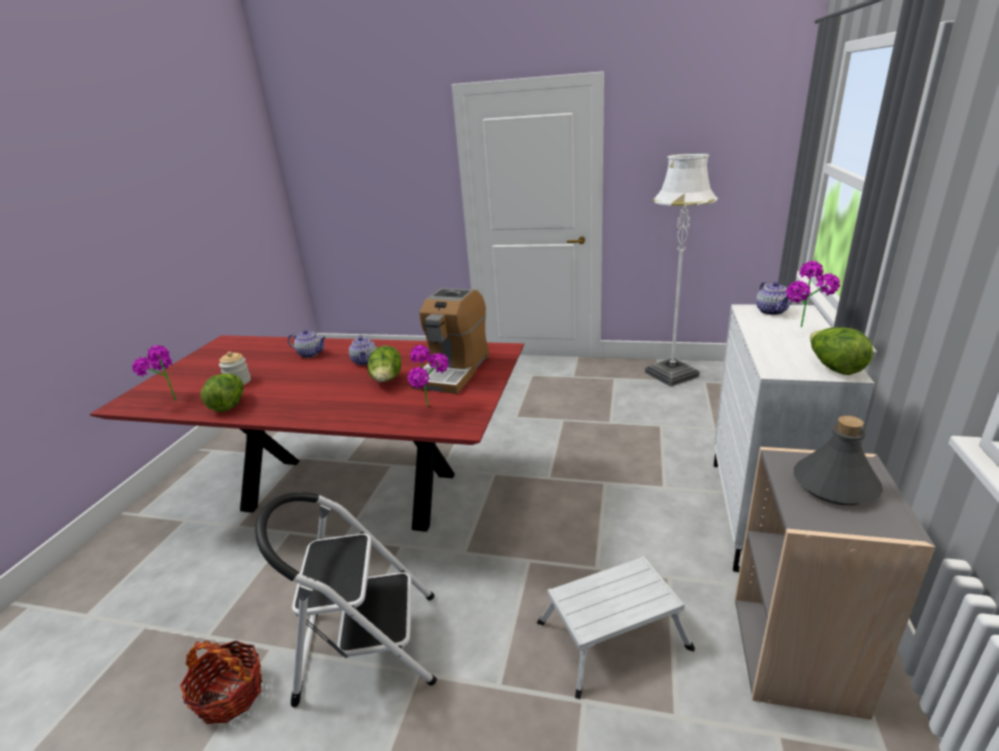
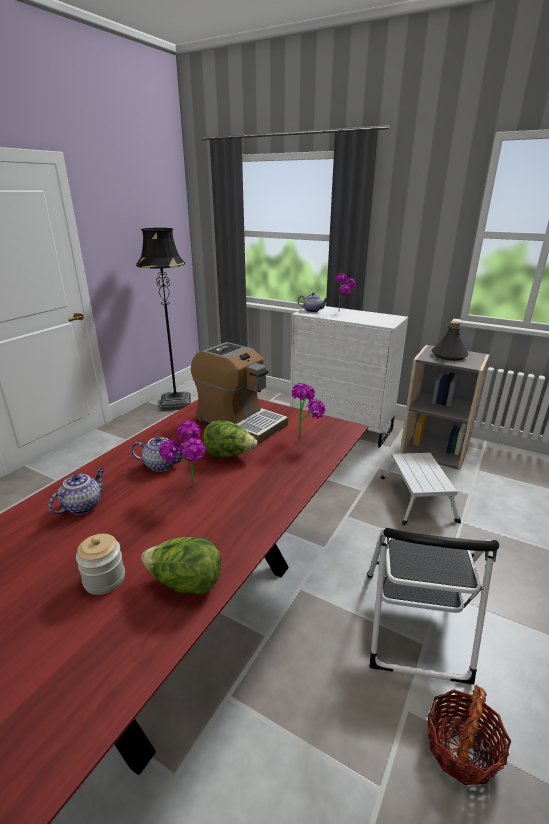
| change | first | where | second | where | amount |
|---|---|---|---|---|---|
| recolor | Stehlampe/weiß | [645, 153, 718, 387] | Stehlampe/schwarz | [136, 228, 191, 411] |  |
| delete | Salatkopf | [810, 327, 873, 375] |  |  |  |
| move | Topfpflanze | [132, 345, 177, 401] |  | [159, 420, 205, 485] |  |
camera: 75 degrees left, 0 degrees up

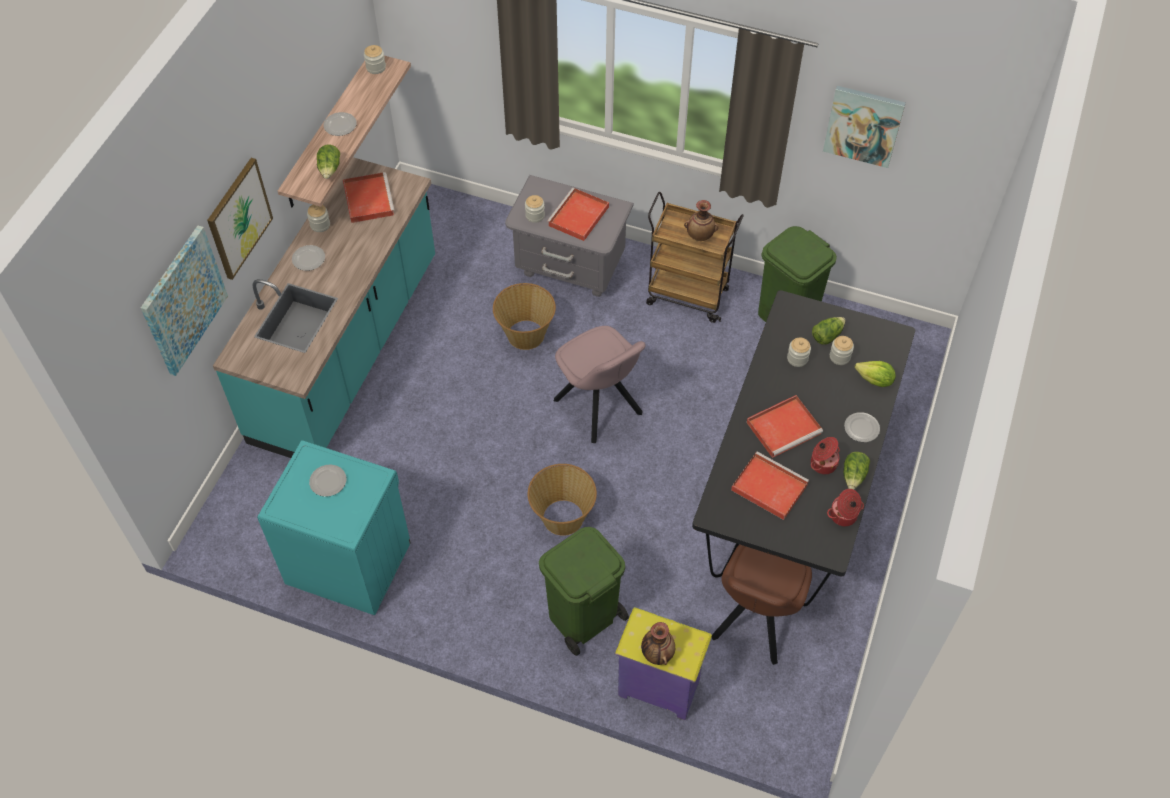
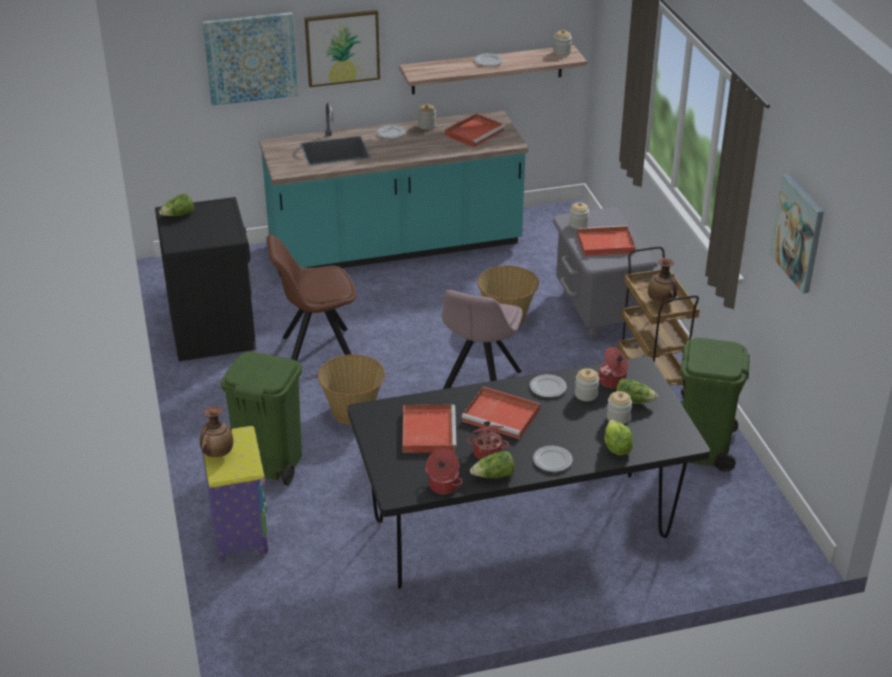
| change | first | where | second | where | amount |
|---|---|---|---|---|---|
| move | Salatkopf | [317, 145, 340, 179] |  | [159, 194, 194, 216] |  |
| recolor | Waschmaschine/türkis | [257, 440, 411, 615] | Waschmaschine/schwarz | [155, 197, 256, 361] |  |
| move | Teller | [309, 464, 346, 497] |  | [530, 374, 567, 397] |  |
| move | Stuhl/braun | [712, 544, 812, 665] |  | [266, 234, 356, 361] |  |
| insert |  |  | Kochtopf | [598, 347, 629, 388] |  |
camera: 55 degrees right, 20 degrees down

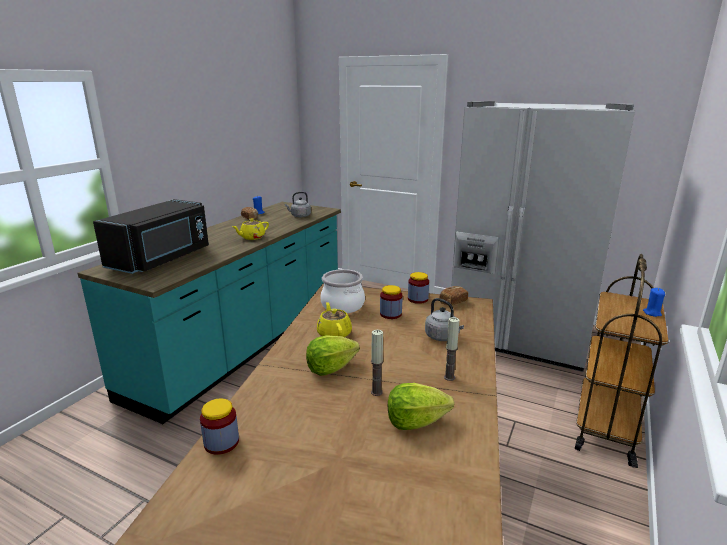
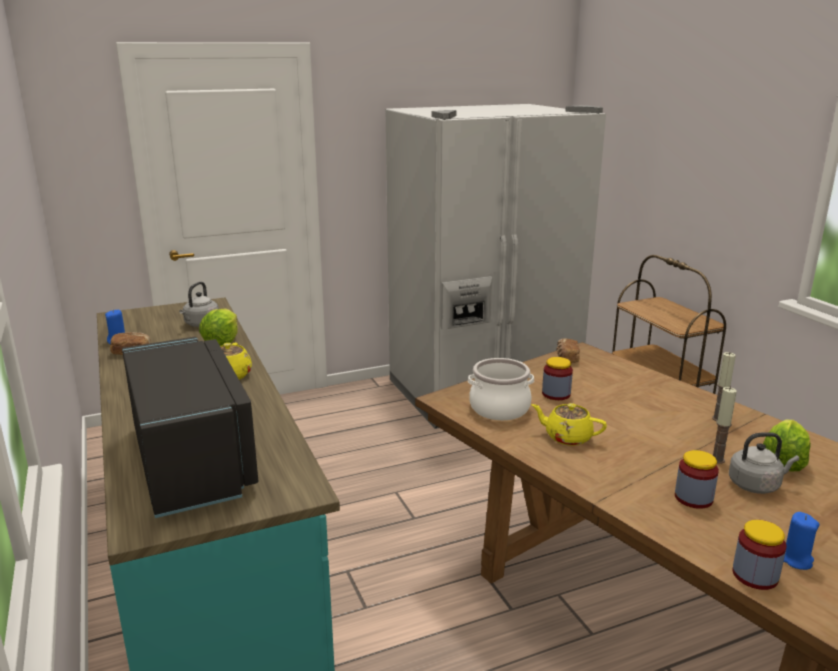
| change | first | where | second | where | amount |
|---|---|---|---|---|---|
| move | Vorratsglas | [408, 272, 429, 304] |  | [675, 450, 719, 509] |  |
| move | Kerze/blau | [643, 288, 665, 317] |  | [784, 512, 819, 570] |  |
| move | Wasserkessel/grau | [425, 298, 464, 341] |  | [729, 432, 799, 494] |  |
| move | Salatkopf | [306, 335, 360, 376] |  | [199, 308, 238, 346] |  |
camera: 50 degrees left, 0 degrees up

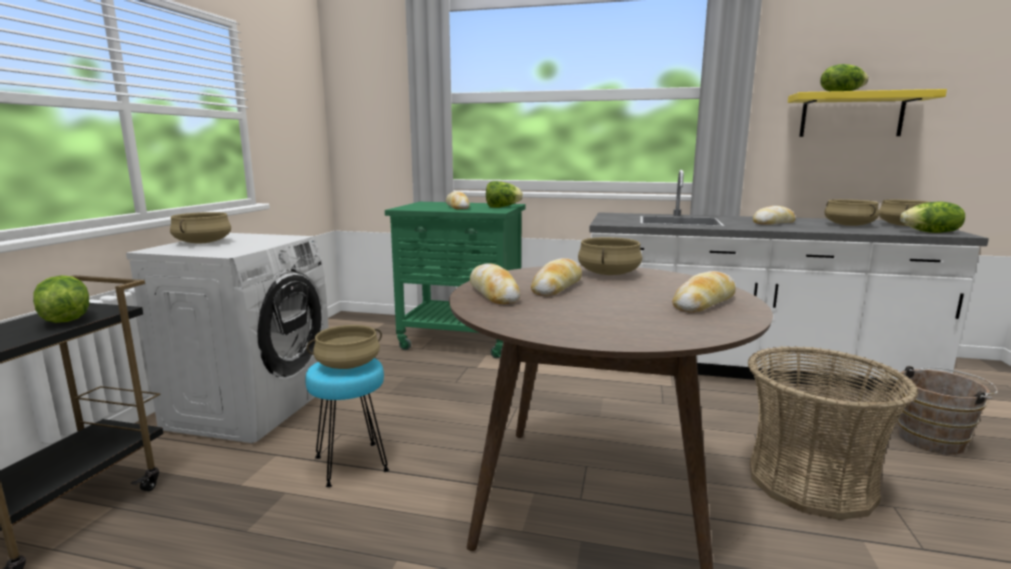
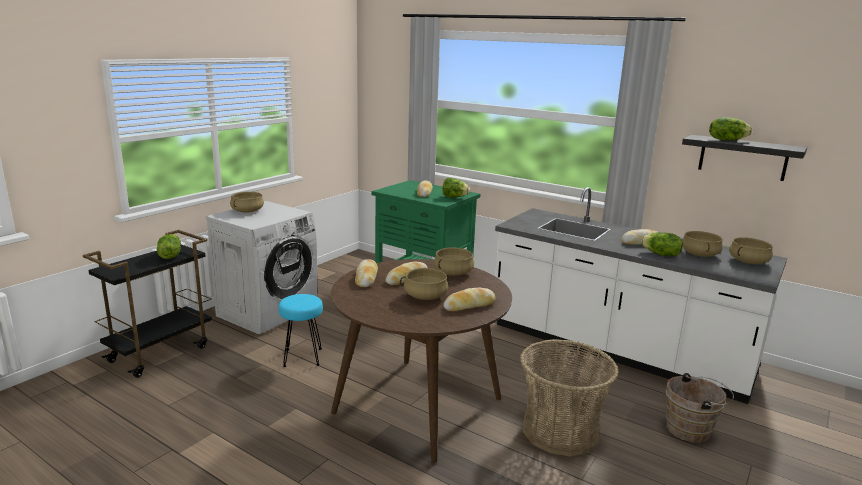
| change | first | where | second | where | amount |
|---|---|---|---|---|---|
| recolor | Wandregal/gelb | [788, 89, 947, 137] | Wandregal/schwarz | [682, 135, 807, 181] |  |
| move | Salatkopf | [900, 202, 965, 233] |  | [641, 232, 683, 256] |  |
| move | Kochtopf/beige | [307, 325, 382, 369] |  | [400, 268, 451, 300] |  |
camera: 20 degrees right, 5 degrees up

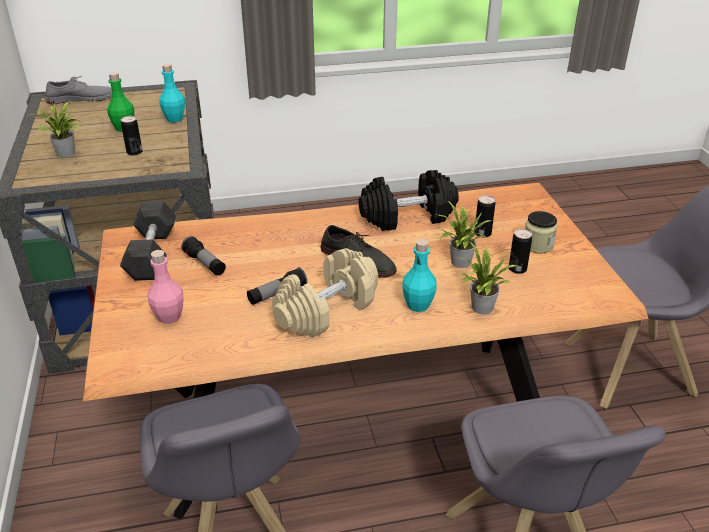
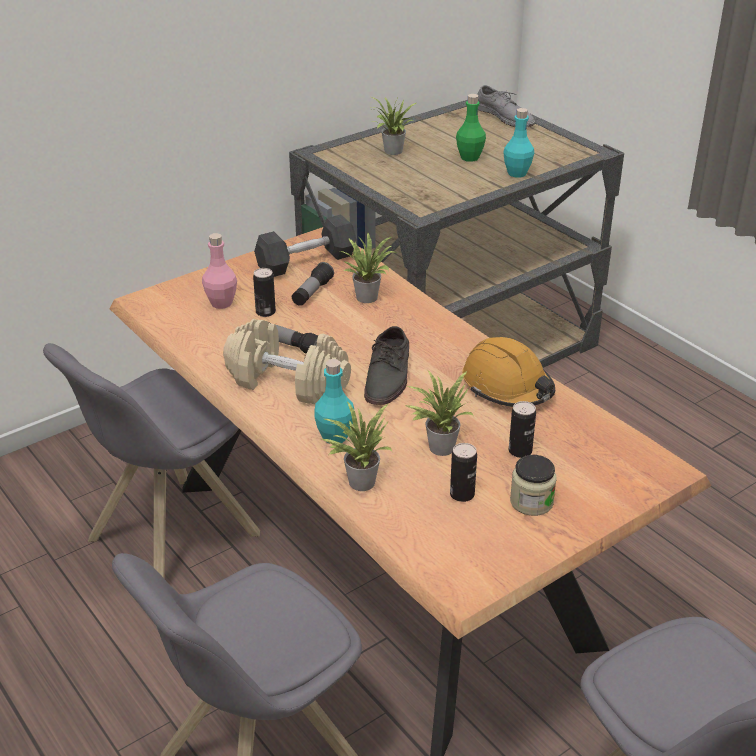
| change | first | where | second | where | amount |
|---|---|---|---|---|---|
| move | Dose | [121, 116, 143, 155] |  | [253, 268, 276, 317] |  |
| replace | Hantel/schwarz | [359, 170, 459, 231] | Schutzhelm/orange | [462, 337, 555, 407] |  |
| insert |  |  | Topfpflanze | [340, 232, 398, 303] |  |
camera: 65 degrees right, 0 degrees up

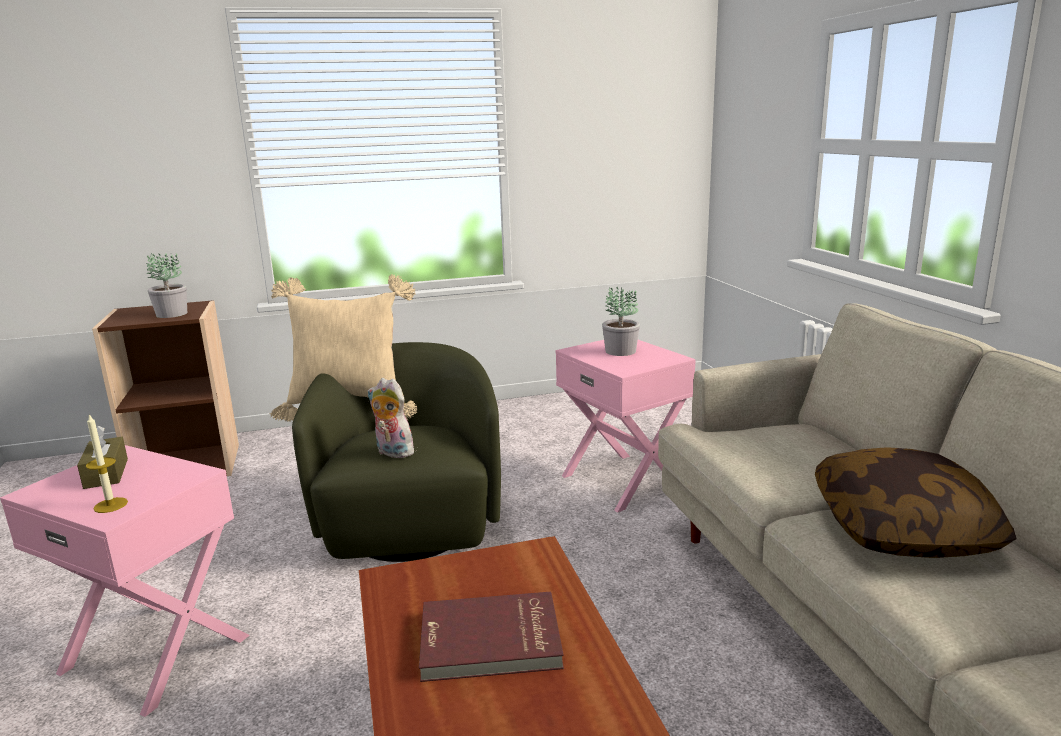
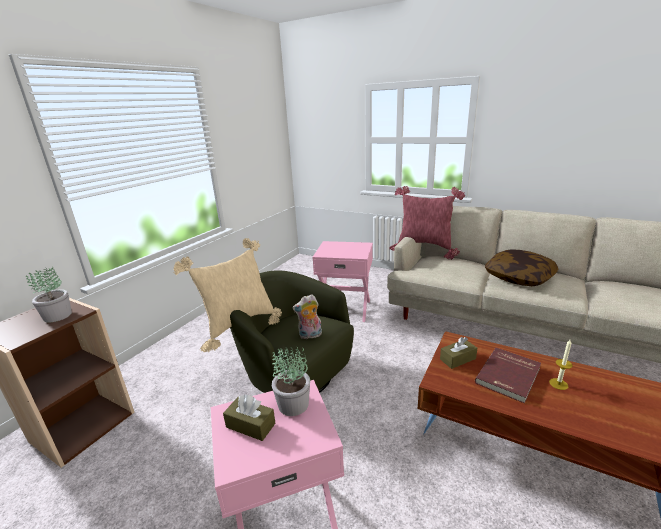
| change | first | where | second | where | amount |
|---|---|---|---|---|---|
| move | Topfpflanze | [602, 287, 640, 356] |  | [272, 347, 310, 416] |  |
| move | Kerze | [86, 414, 128, 513] |  | [549, 340, 572, 390] |  |
| insert |  |  | Kissen/rot | [389, 186, 465, 259] |  |
| insert |  |  | Taschentuchbox/braun | [440, 337, 477, 369] |  |
camera: 45 degrees left, 5 degrees up

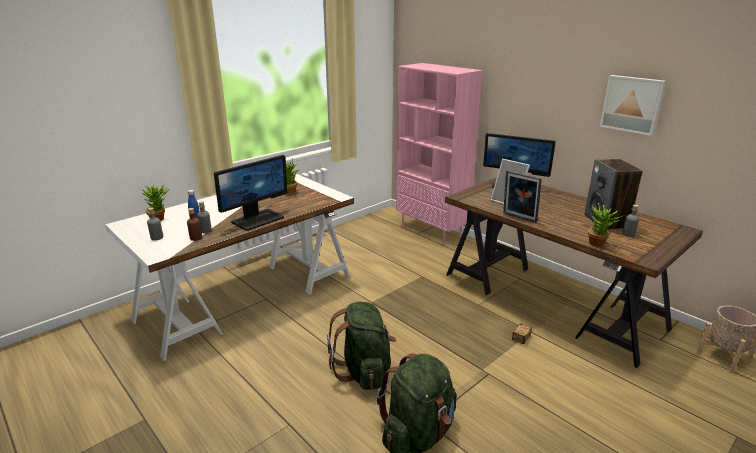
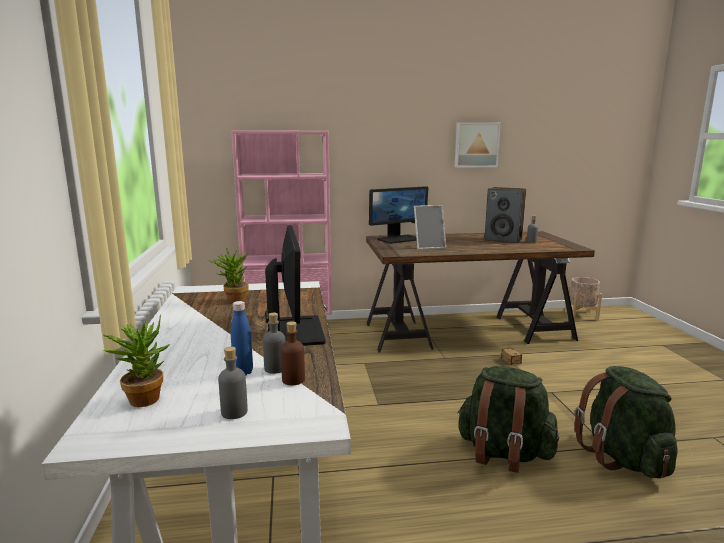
| change | first | where | second | where | amount |
|---|---|---|---|---|---|
| delete | Bilderrahmen | [503, 170, 542, 223] |  |  |  |
| delete | Topfpflanze | [588, 203, 623, 247] |  |  |  |
camera: 55 degrees left, 10 degrees down

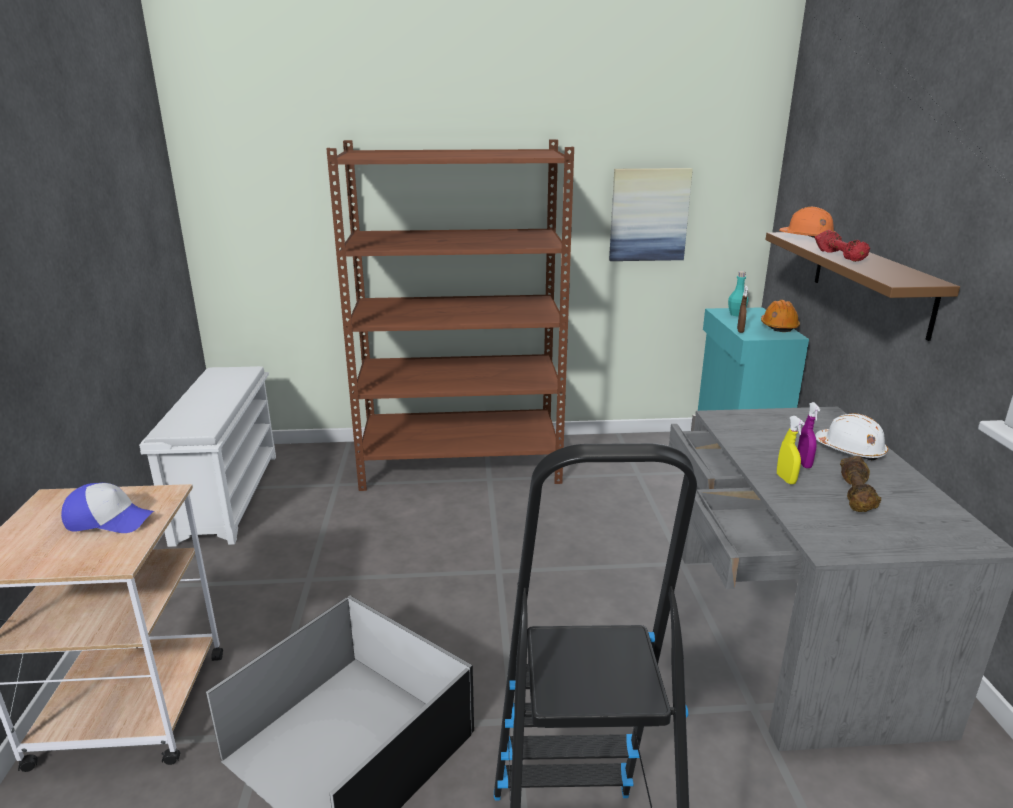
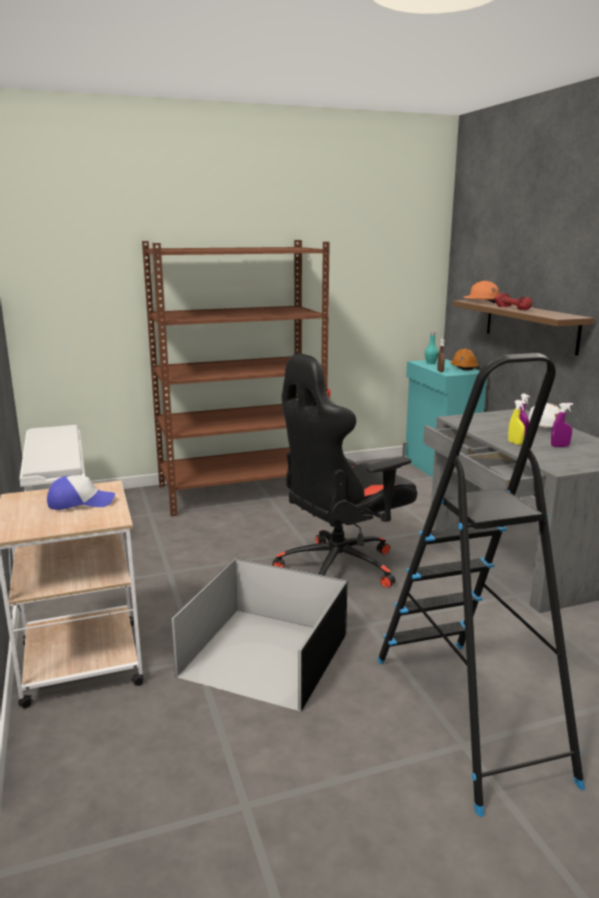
| change | first | where | second | where | amount |
|---|---|---|---|---|---|
| delete | Bild | [609, 168, 693, 261] |  |  |  |
| replace | Hantel/braun | [840, 456, 881, 512] | Sprühflasche/lila | [551, 403, 573, 447] |  |
| insert |  |  | Bürostuhl/schwarz | [272, 353, 417, 588] |  |
camera: 15 degrees left, 5 degrees down

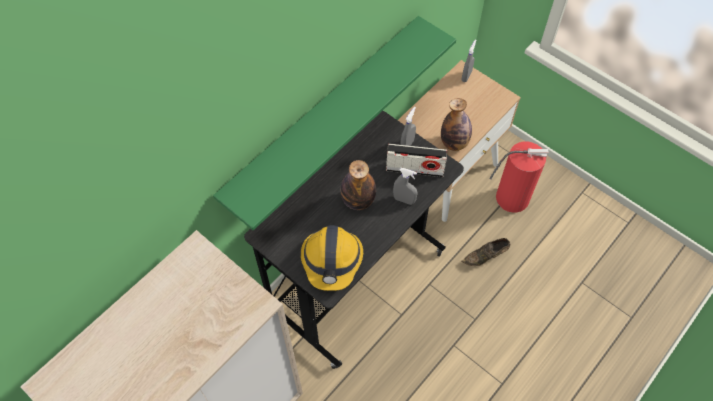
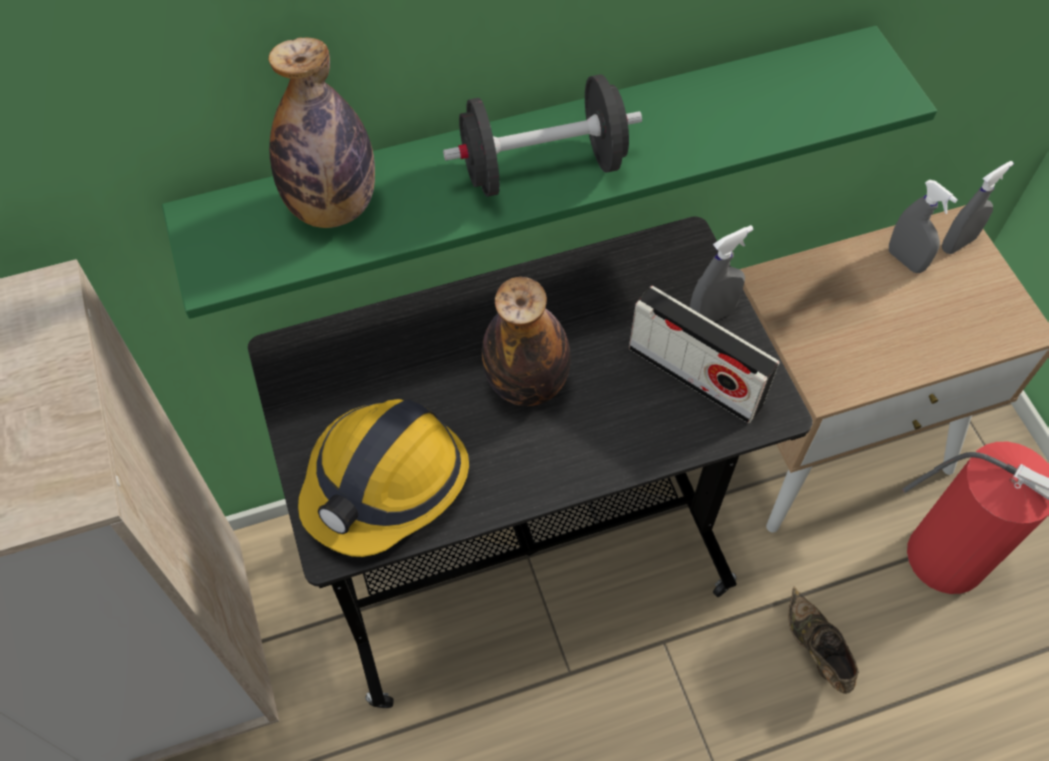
| change | first | where | second | where | amount |
|---|---|---|---|---|---|
| move | Flasche | [441, 98, 472, 151] |  | [268, 37, 375, 228] |  |
| move | Sprühflasche/grau | [393, 168, 417, 205] |  | [889, 180, 958, 273] |  |
| rotate | Schuh/braun | [461, 238, 510, 266] |  | [788, 586, 859, 694] | 60 degrees clockwise |
| insert |  |  | Hantel/schwarz | [443, 74, 642, 197] |  |
camera: 30 degrees right, 0 degrees up

